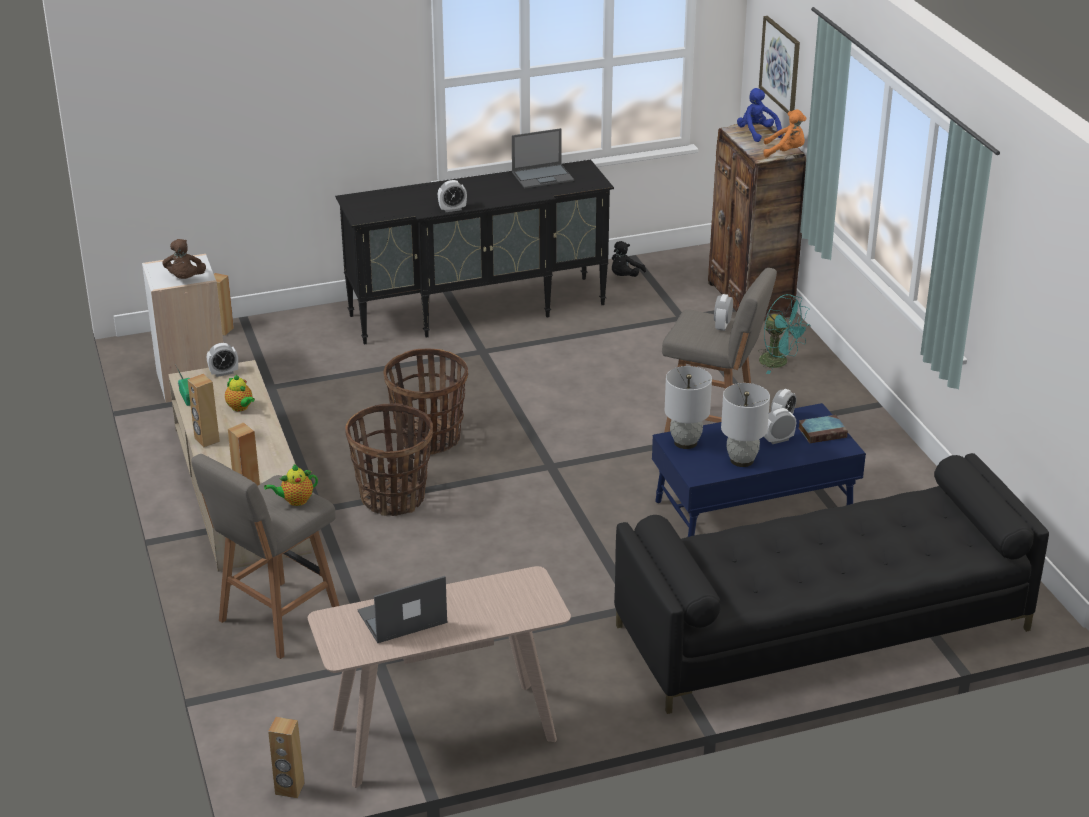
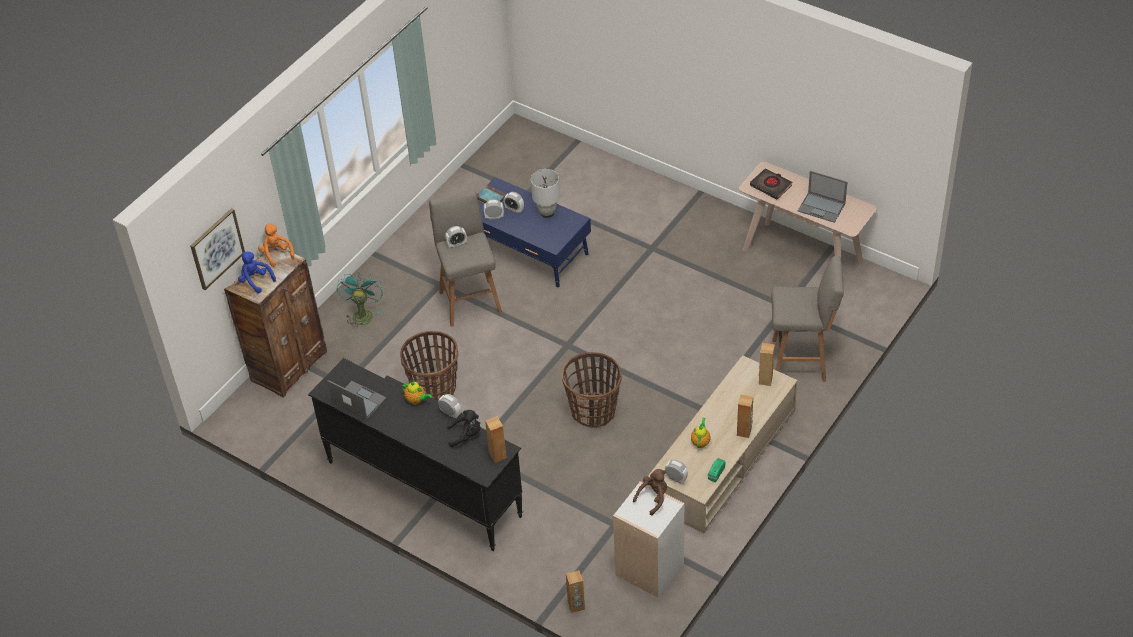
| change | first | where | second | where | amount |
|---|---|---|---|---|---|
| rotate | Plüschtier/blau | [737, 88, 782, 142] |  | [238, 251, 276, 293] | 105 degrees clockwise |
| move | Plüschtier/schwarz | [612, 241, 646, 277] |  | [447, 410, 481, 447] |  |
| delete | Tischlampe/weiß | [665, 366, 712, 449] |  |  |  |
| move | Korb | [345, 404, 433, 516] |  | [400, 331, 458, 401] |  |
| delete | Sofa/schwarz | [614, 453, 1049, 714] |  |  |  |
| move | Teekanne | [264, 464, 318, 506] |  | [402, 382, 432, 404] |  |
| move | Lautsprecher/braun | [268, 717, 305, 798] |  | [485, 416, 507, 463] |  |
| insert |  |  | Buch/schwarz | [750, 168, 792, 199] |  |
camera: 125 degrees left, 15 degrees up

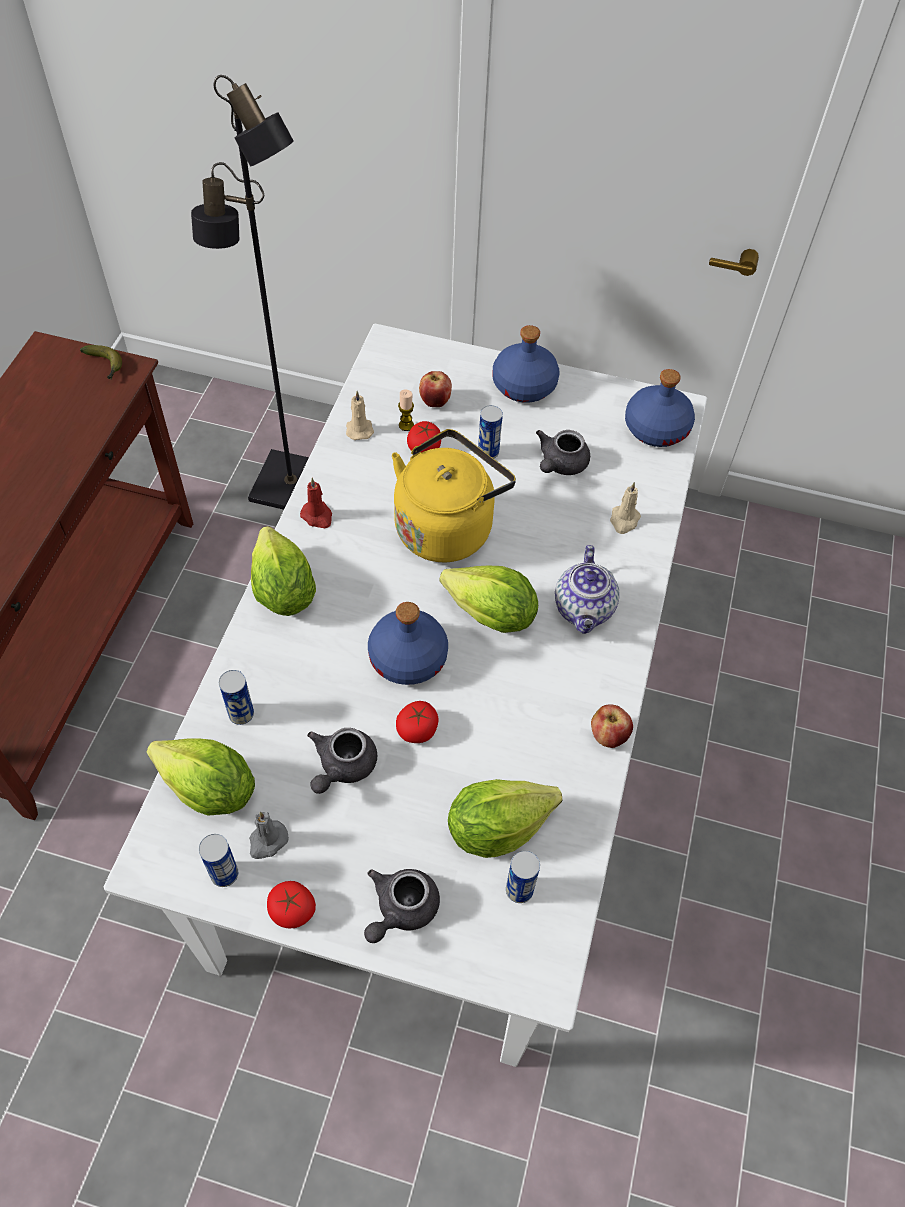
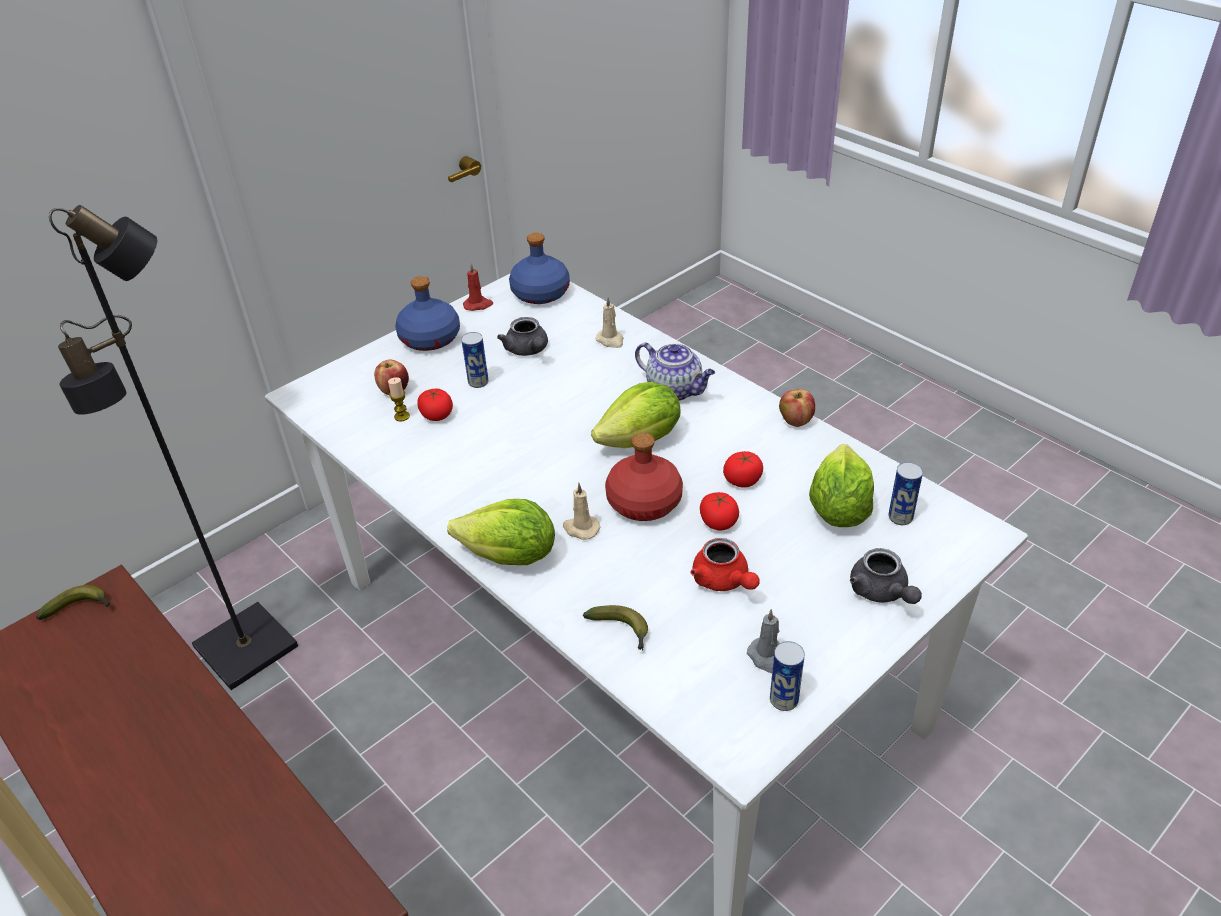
| change | first | where | second | where | amount |
|---|---|---|---|---|---|
| move | Kerze/beige | [346, 391, 374, 440] |  | [563, 483, 600, 540] |  |
| delete | Wasserkessel/gelb | [392, 429, 516, 563] |  |  |  |
| move | Kerze/rot | [300, 478, 332, 528] |  | [463, 263, 493, 311] |  |
| recolor | Flasche/blau | [368, 602, 448, 685] | Flasche/rot | [605, 433, 683, 521] |  |
| replace | Dose | [219, 670, 254, 725] | Banane | [583, 605, 648, 650] |  |
| recolor | Teekanne/grau | [307, 728, 377, 794] | Teekanne/rot | [691, 538, 759, 591] |  |
| delete | Salatkopf | [147, 738, 255, 816] |  |  |  |
| move | Tomate | [267, 881, 316, 928] |  | [723, 451, 763, 488] |  |
camera: 55 degrees left, 15 degrees down

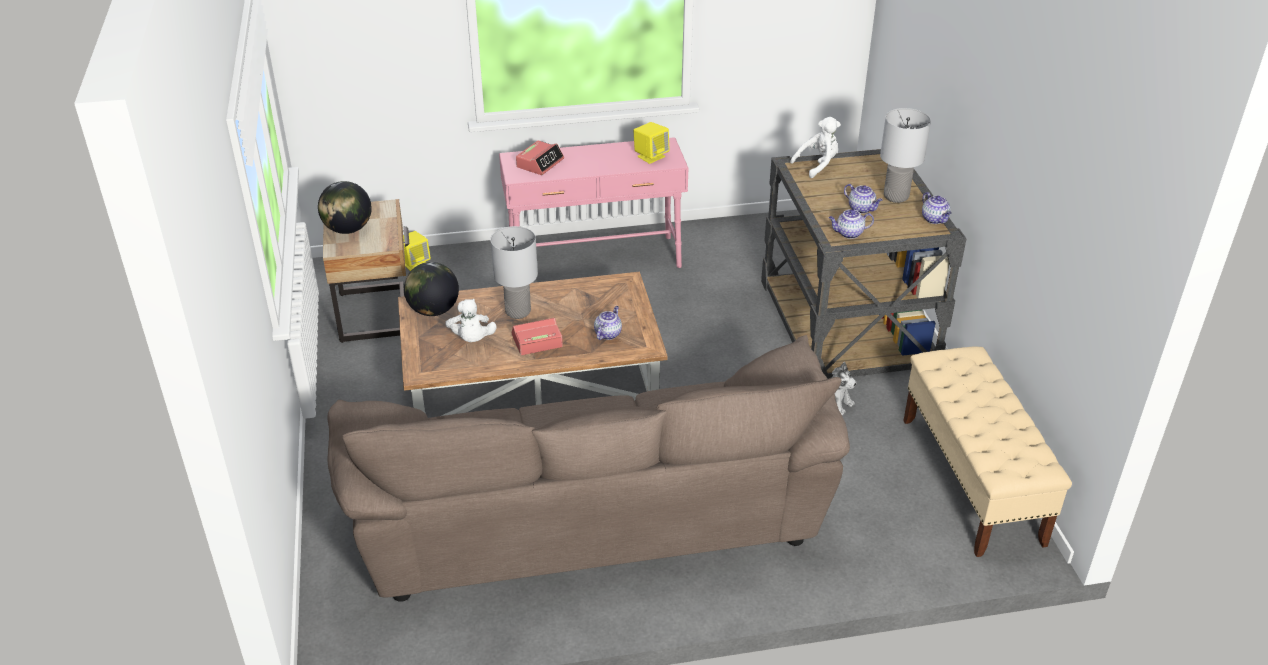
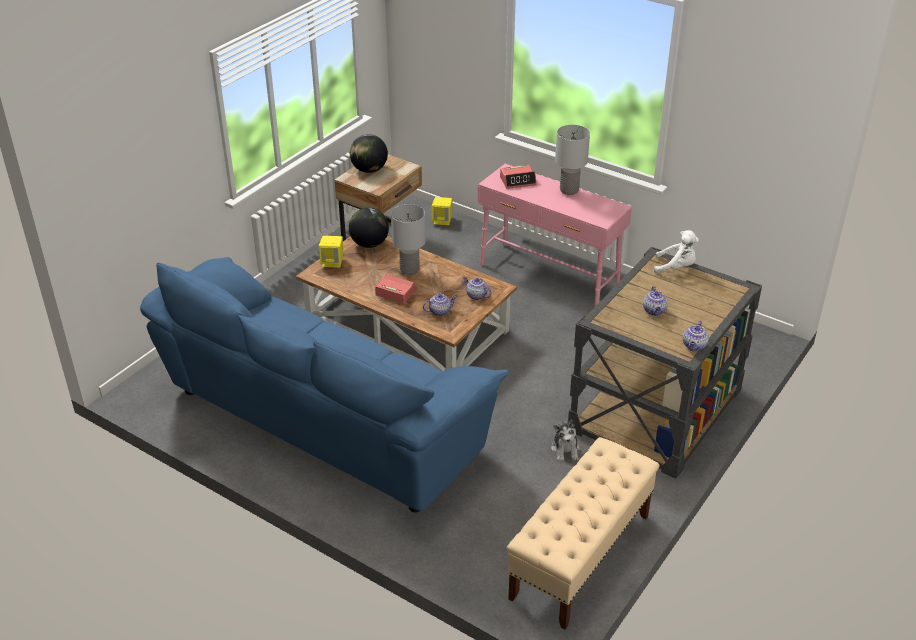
| change | first | where | second | where | amount |
|---|---|---|---|---|---|
| move | Tischlampe/grau | [880, 108, 931, 203] |  | [555, 125, 590, 195] |  |
| move | Lautsprecher/gelb | [633, 122, 670, 164] |  | [319, 236, 343, 268] |  |
| move | Teekanne | [829, 209, 874, 239] |  | [463, 277, 492, 300] |  |
| delete | Plüschtier/weiß | [445, 299, 497, 342] |  |  |  |
| recolor | Sofa/braun | [327, 335, 850, 602] | Sofa/blau | [140, 257, 509, 513] |  |
camera: 45 degrees right, 0 degrees up

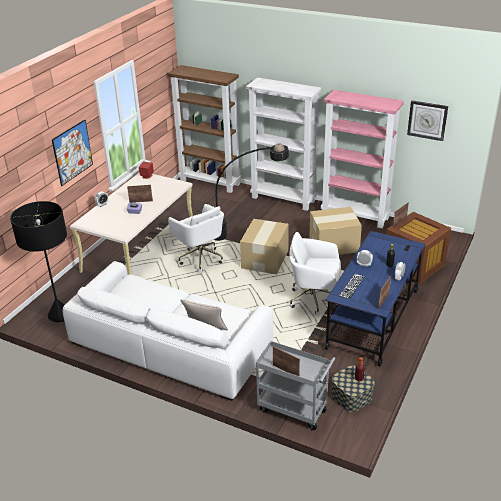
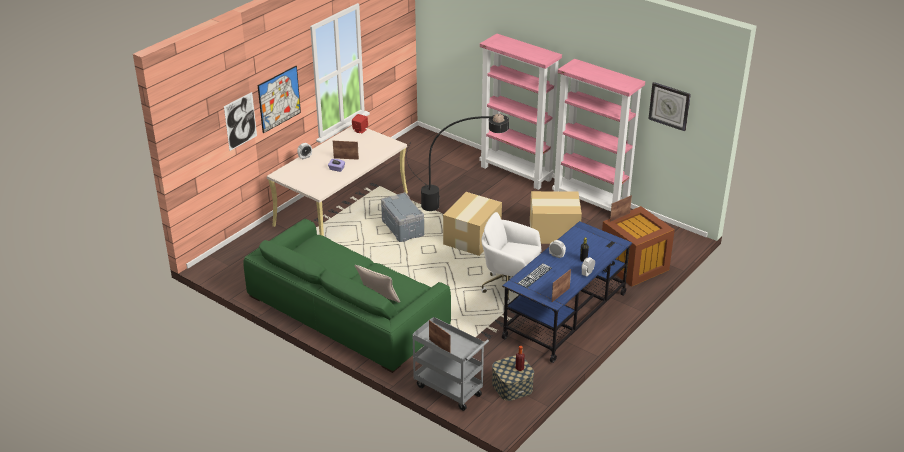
| change | first | where | second | where | amount |
|---|---|---|---|---|---|
| delete | Bücherregal/braun | [168, 65, 241, 193] |  |  |  |
| recolor | Bücherregal/weiß | [246, 77, 322, 211] | Bücherregal/rosa | [479, 34, 562, 190] |  |
| delete | Stehlampe/schwarz | [10, 201, 67, 322] |  |  |  |
| replace | Bürostuhl/weiß | [168, 204, 224, 272] | Aufbewahrungsbox/grau | [381, 193, 424, 242] |  |
| recolor | Sofa/weiß | [63, 261, 273, 401] | Sofa/grün | [243, 219, 451, 373] |  |
| insert |  |  | Bild | [224, 92, 257, 151] |  |
camera: 10 degrees right, 0 degrees up

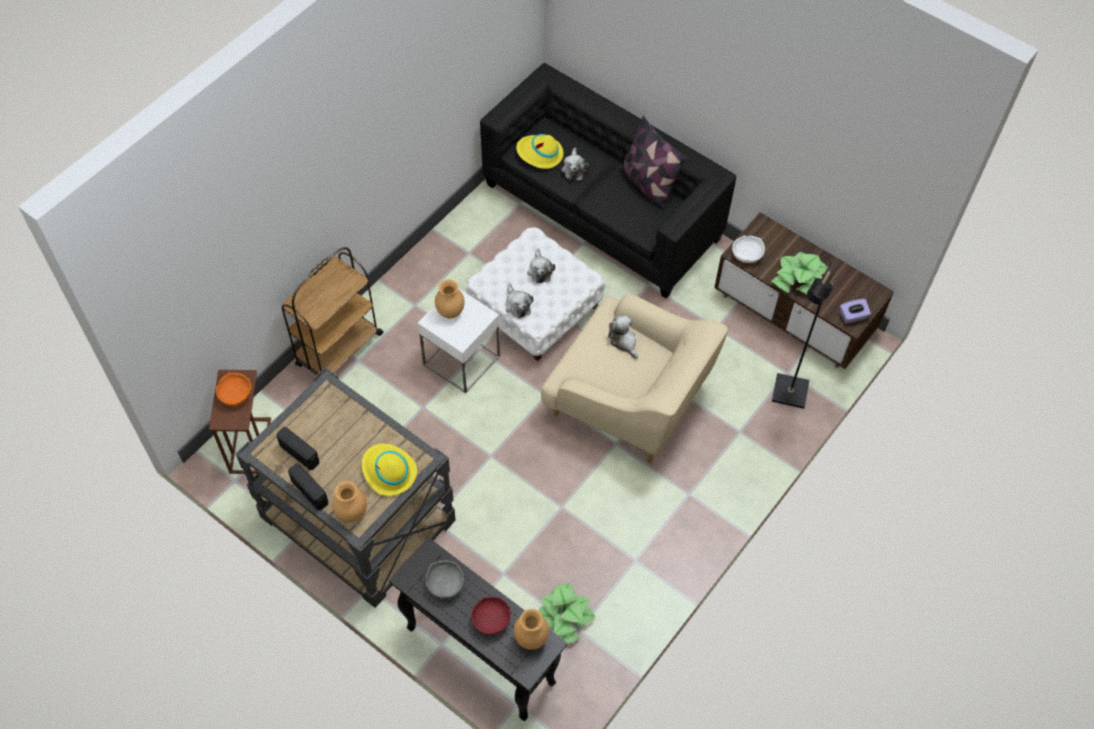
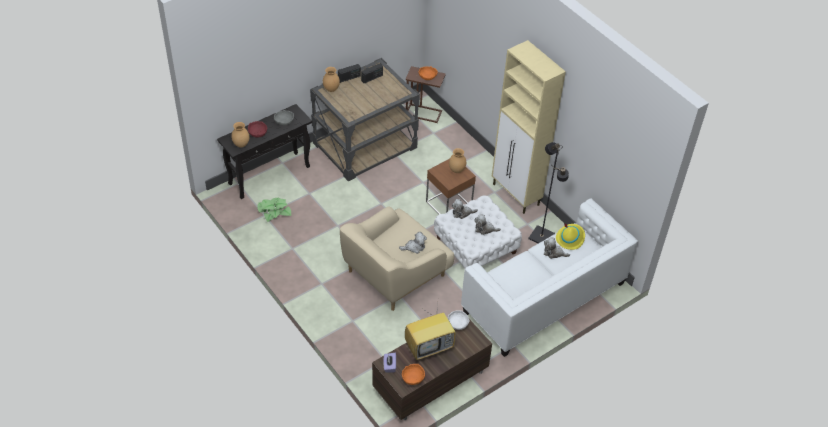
| change | first | where | second | where | amount |
|---|---|---|---|---|---|
| recolor | Sofa/schwarz | [480, 63, 736, 299] | Sofa/weiß | [461, 199, 638, 357] |  |
| delete | Kissen | [619, 116, 687, 210] |  |  |  |
| delete | Rollwagen/braun | [282, 247, 383, 375] |  |  |  |
| replace | Topfpflanze | [771, 252, 828, 294] | Fernseher | [405, 305, 456, 360] |  |
| move | Stehlampe/schwarz | [772, 262, 836, 409] |  | [528, 142, 569, 243] |  |
| recolor | Beistelltisch/weiß | [418, 288, 500, 393] | Beistelltisch/braun | [426, 159, 476, 214] |  |
| delete | Hut/gelb | [362, 444, 417, 496] |  |  |  |
| insert |  |  | Schrank/beige | [492, 40, 566, 214] |  |
| insert |  |  | Schüssel/orange | [402, 364, 425, 385] |  |
camera: 105 degrees right, 10 degrees down

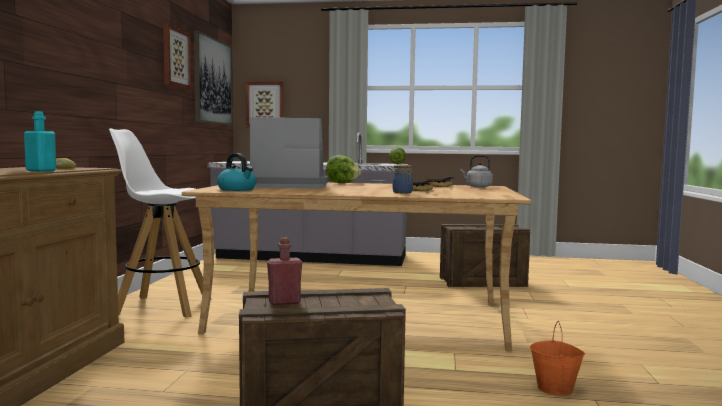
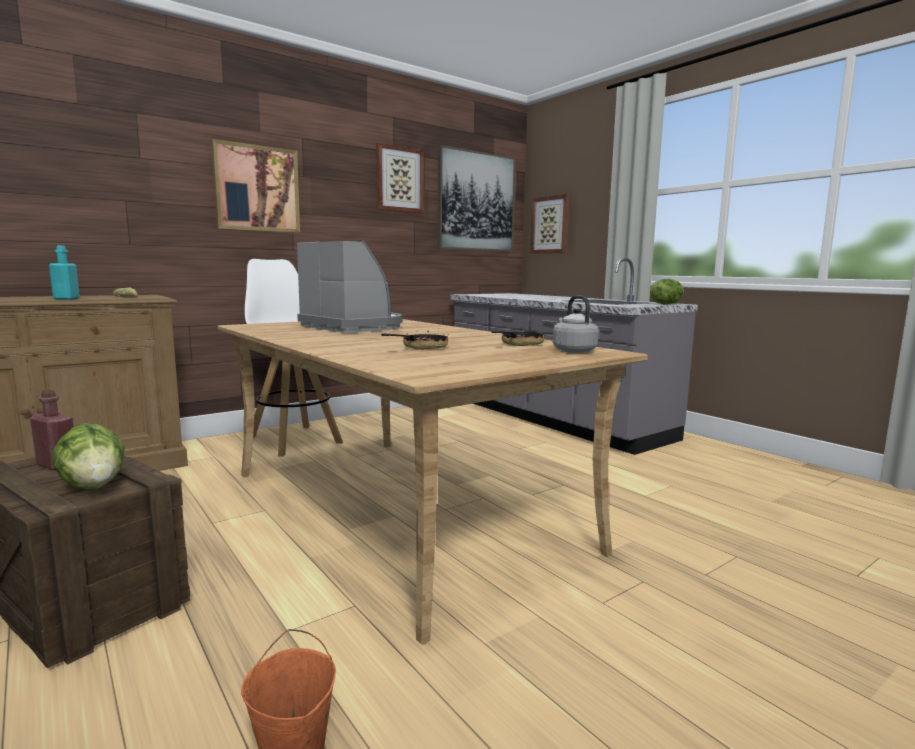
| change | first | where | second | where | amount |
|---|---|---|---|---|---|
| delete | Wasserkessel | [217, 153, 256, 191] |  |  |  |
| move | Salatkopf | [326, 155, 361, 183] |  | [52, 423, 125, 489] |  |
| delete | Vorratsglas | [393, 164, 413, 193] |  |  |  |
| delete | Kiste | [440, 224, 530, 287] |  |  |  |
| insert |  |  | Bild | [211, 139, 300, 233] |  |
camera: 45 degrees right, 5 degrees up

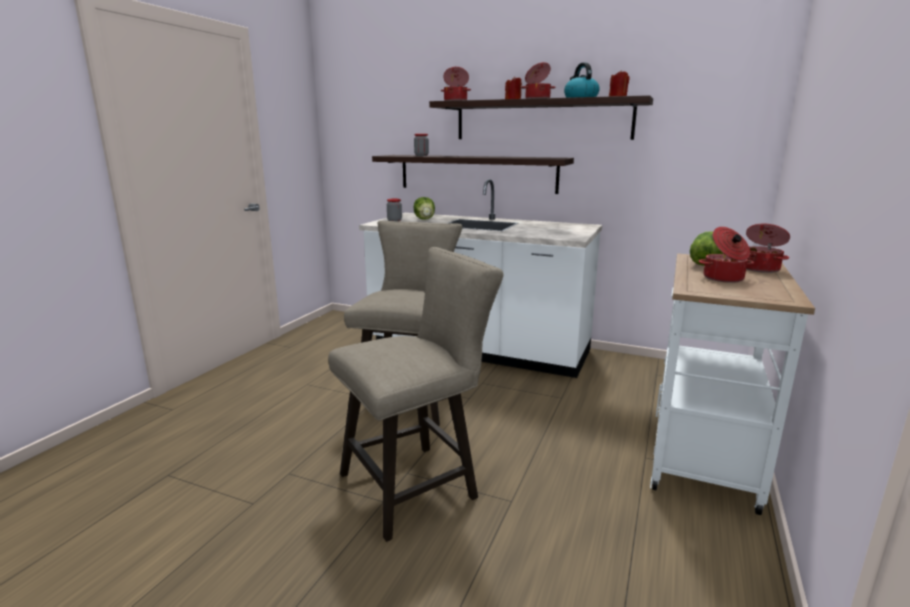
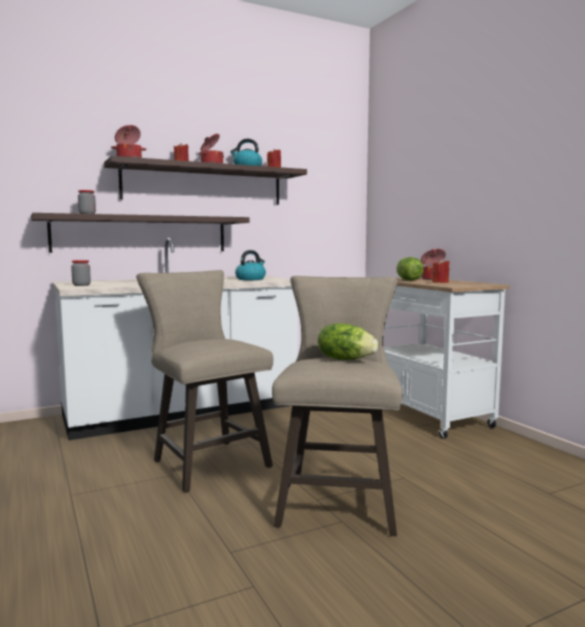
| change | first | where | second | where | amount |
|---|---|---|---|---|---|
| move | Salatkopf | [414, 197, 435, 220] |  | [318, 323, 378, 360] |  |
| replace | Kochtopf | [699, 227, 754, 283] | Kerze/rot | [432, 259, 449, 283] |  |
| insert |  |  | Wasserkessel | [235, 250, 266, 280] |  |
camera: 50 degrees left, 10 degrees down

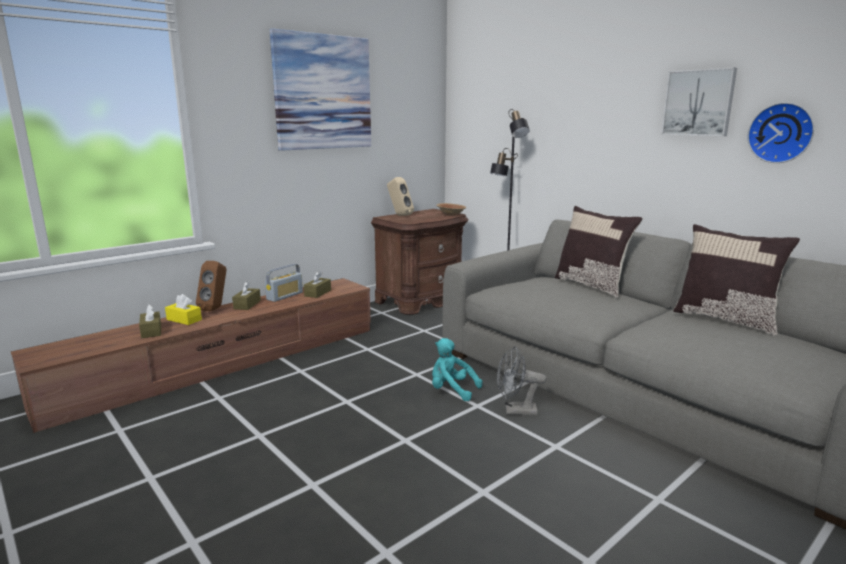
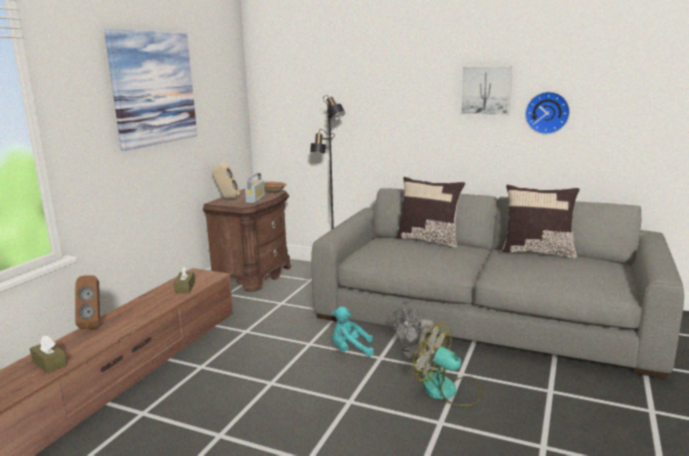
| change | first | where | second | where | amount |
|---|---|---|---|---|---|
| move | Radio | [265, 264, 303, 302] |  | [245, 173, 265, 203] |  |
| delete | Taschentuchbox/braun | [232, 281, 261, 310] |  |  |  |
| delete | Taschentuchbox/gelb | [165, 294, 202, 325] |  |  |  |
| insert |  |  | Ventilator | [412, 323, 481, 406] |  |
camera: 25 degrees left, 0 degrees up

